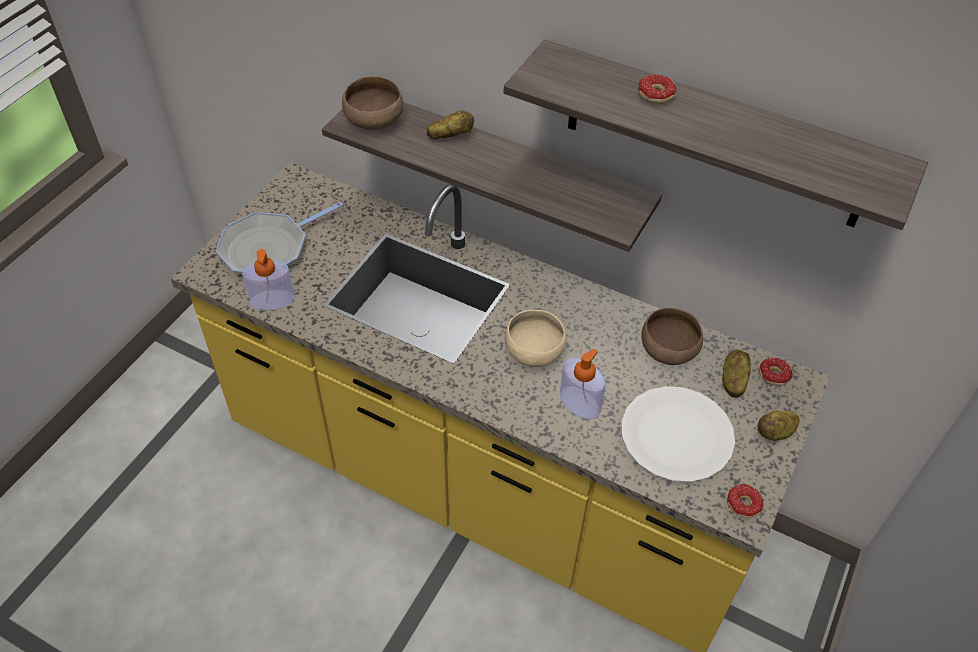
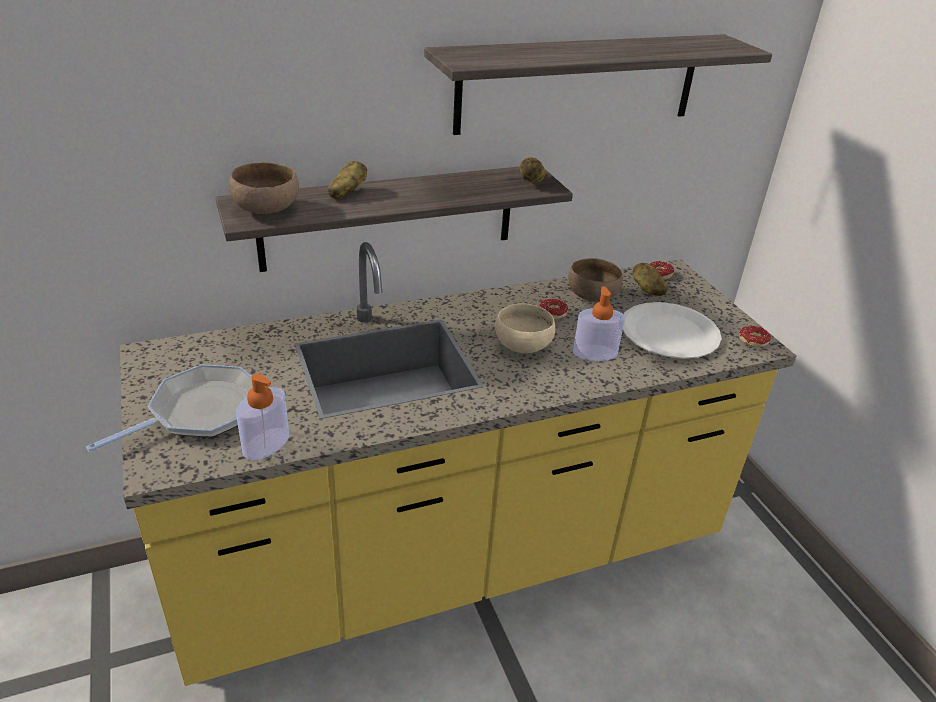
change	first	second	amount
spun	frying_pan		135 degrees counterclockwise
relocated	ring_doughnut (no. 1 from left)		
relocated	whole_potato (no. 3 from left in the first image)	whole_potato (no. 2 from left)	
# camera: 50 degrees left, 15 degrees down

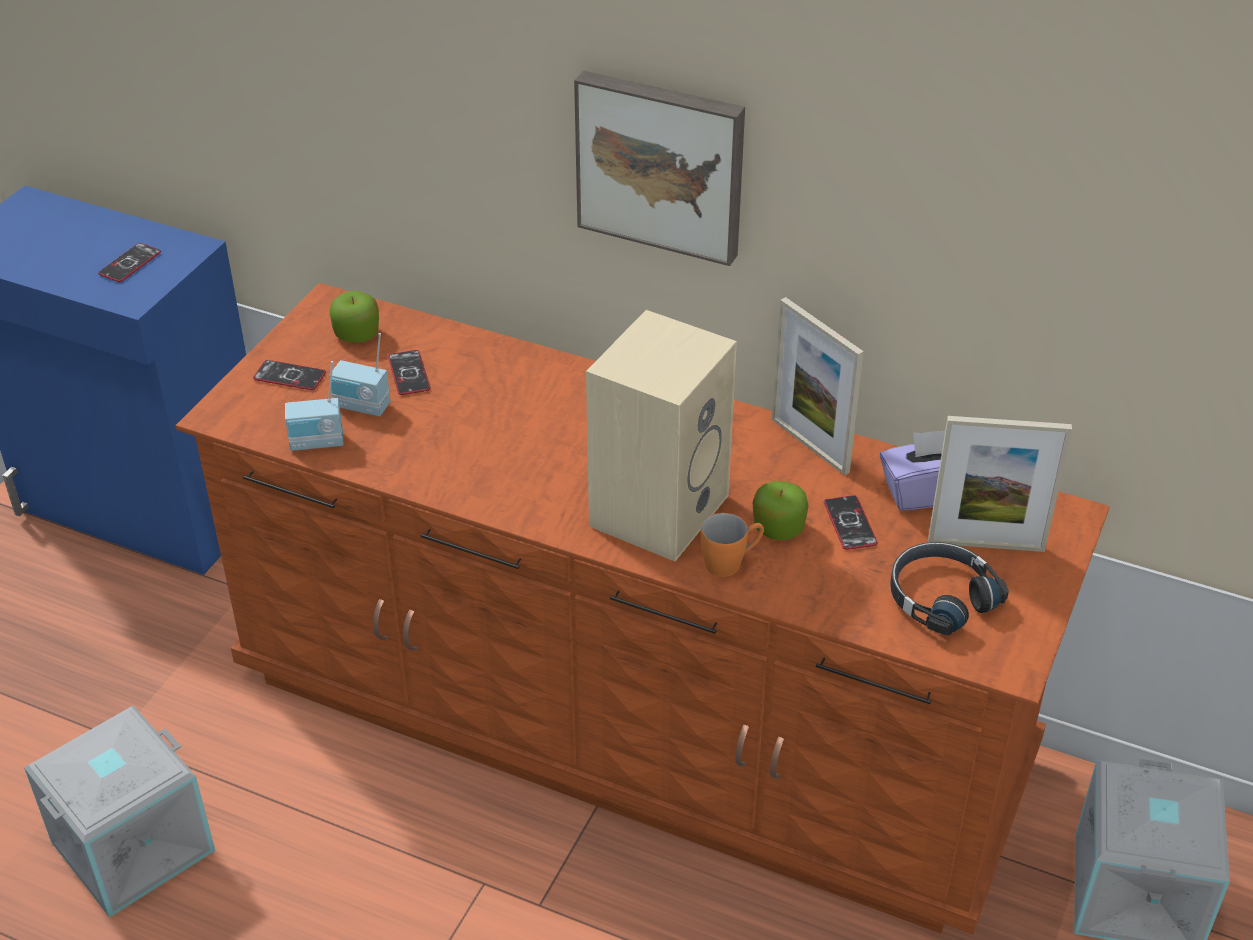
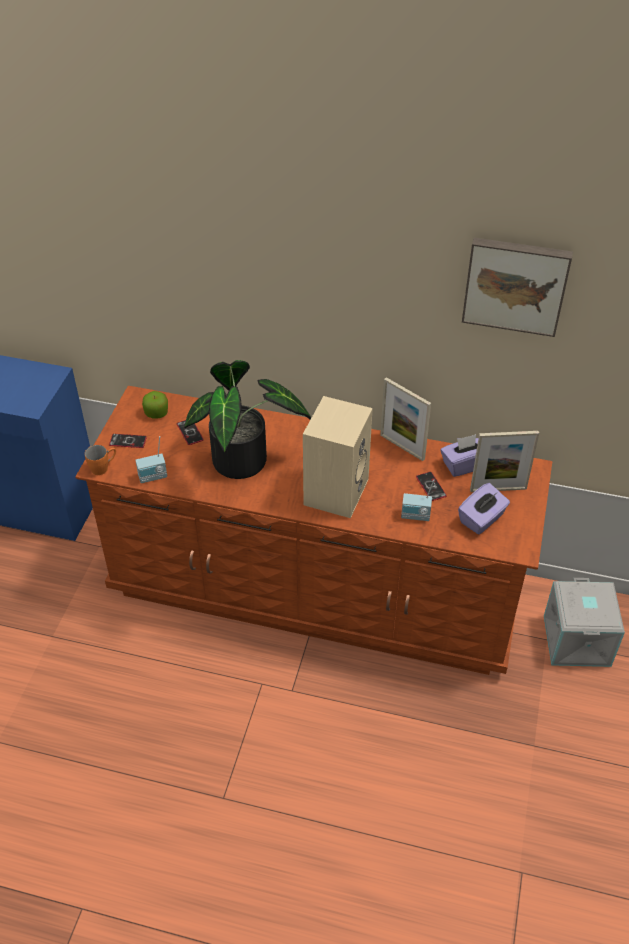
change	first	second	amount
missing	grey_storage_bin (no. 1 from left)		
missing	phone (no. 1 from left)		
relocated	radio_receiver (no. 2 from left)		
relocated	picture		
relocated	orangey_tea_mug		
missing	apple_fruit (no. 2 from left)		
exchanged	black_pair_of_headphones	purple_box_of_tissues (no. 2 from left)	
appeared		potted_plant	
# camera: 10 degrees left, 5 degrees up

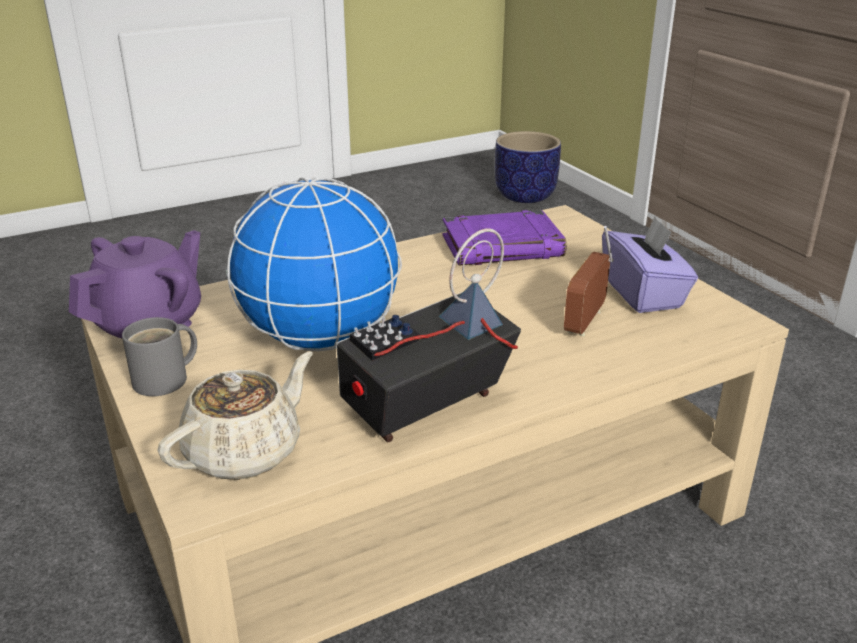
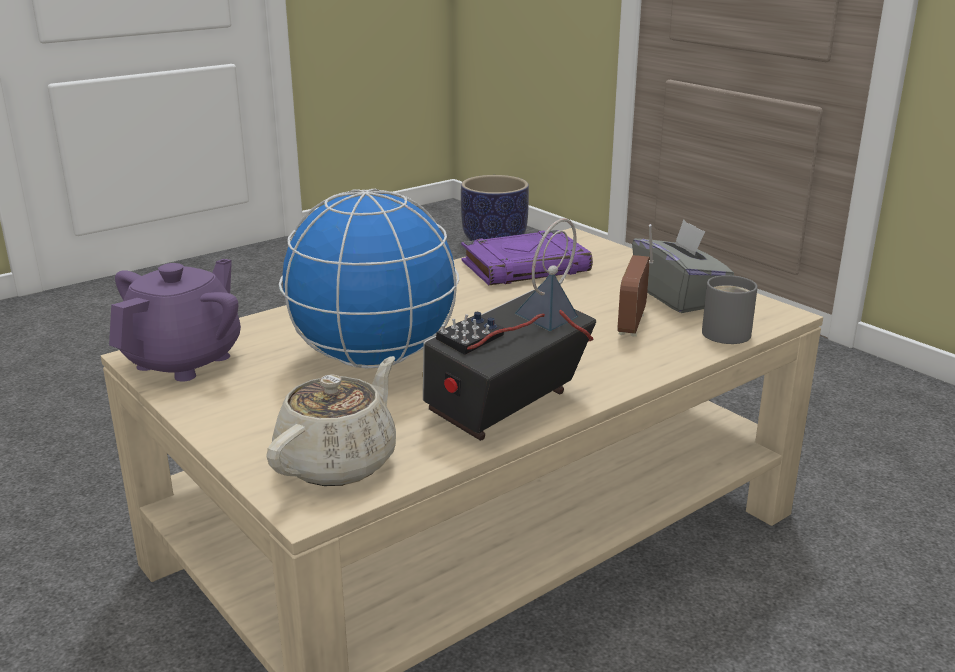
change	first	second	amount
relocated	grey_tea_mug		
colour	purple_box_of_tissues	grey_box_of_tissues	
# camera: 10 degrees left, 5 degrees down

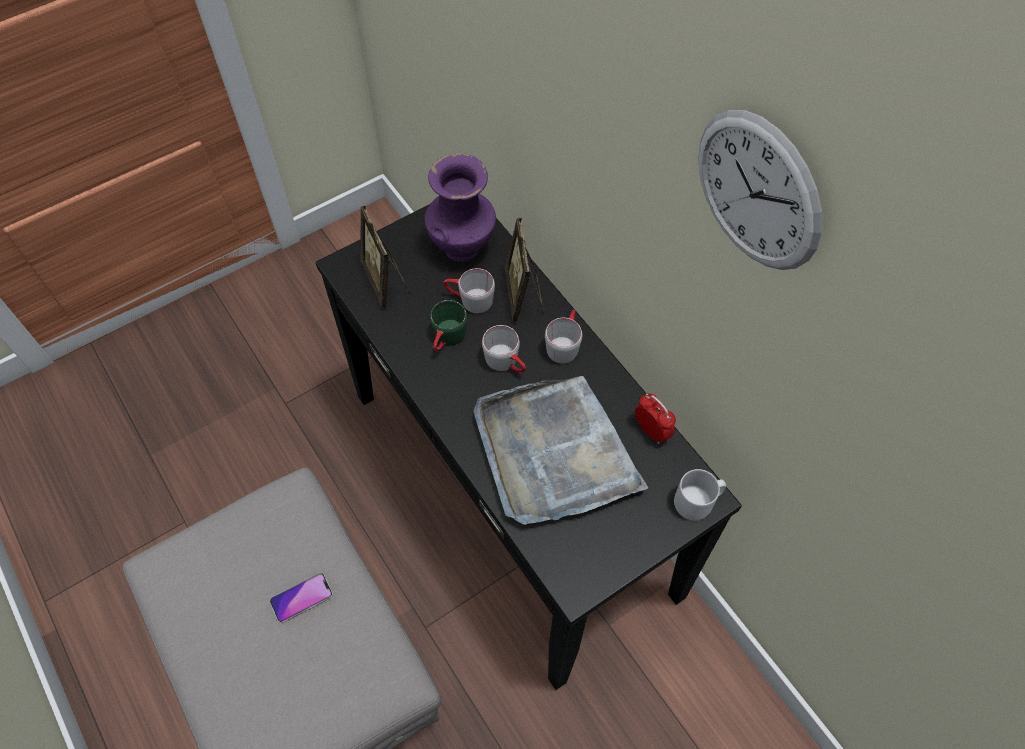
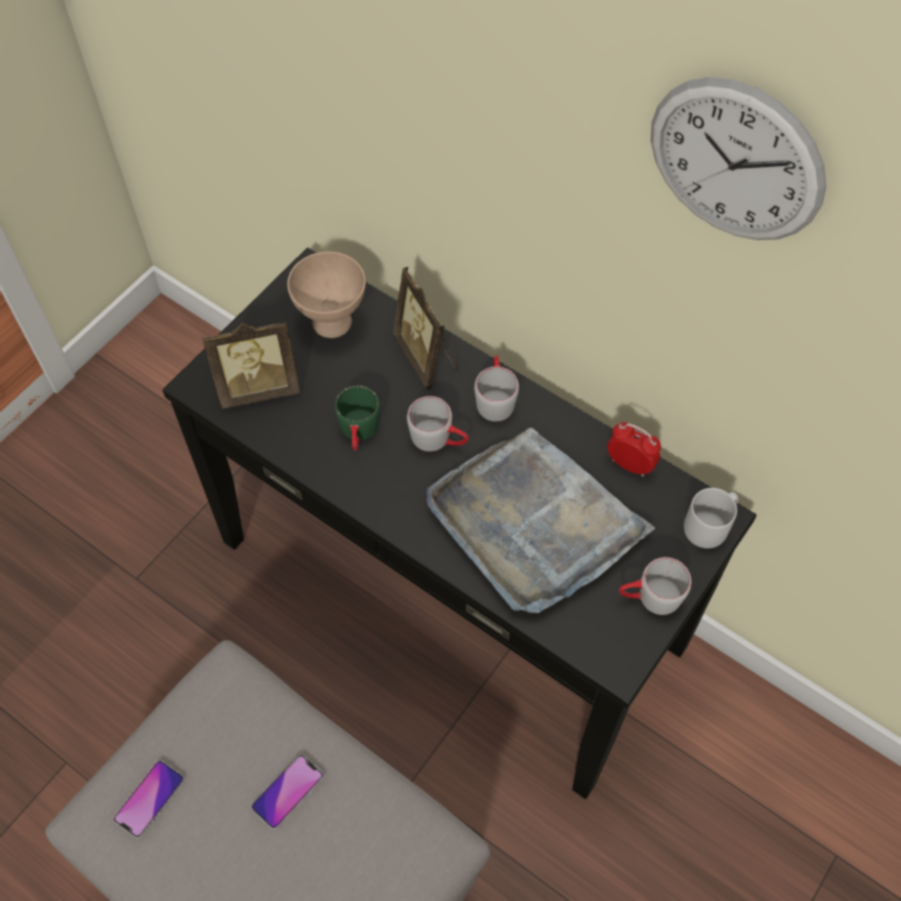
change	first	second	amount
spun	picture_frame (no. 1 from left)		60 degrees counterclockwise
exchanged	purple_vase	sand-coloured_deep_dish	
relocated	grey_tea_mug (no. 1 from left in the first image)	grey_tea_mug (no. 3 from left)	
appeared		phone (no. 1 from left)	
# camera: 20 degrees left, 0 degrees up

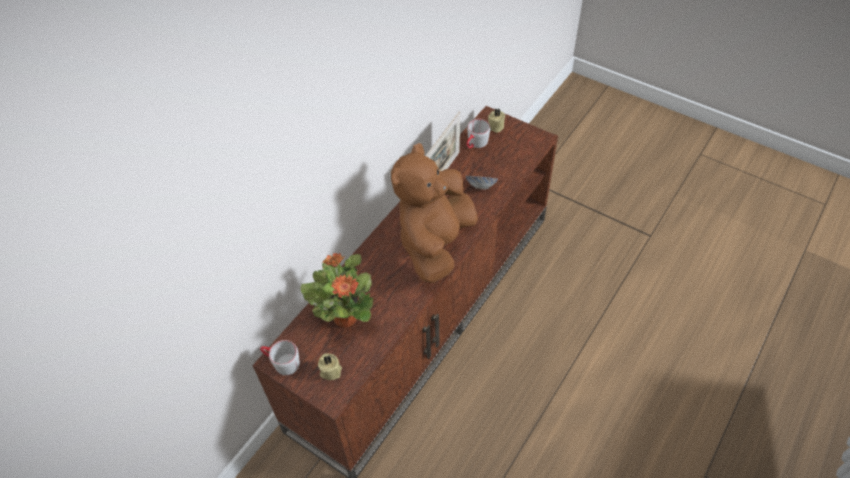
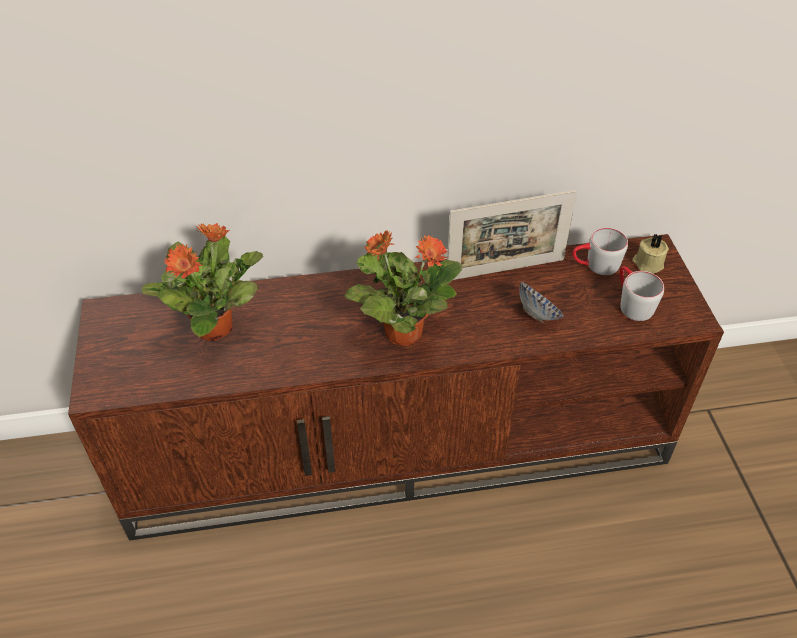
change	first	second	amount
relocated	grey_tea_mug (no. 1 from left in the first image)	grey_tea_mug (no. 2 from left)	
missing	sand-coloured_wax_candle (no. 1 from left)		
exchanged	brown-coloured_soft_toy	potted_plant (no. 2 from left)	
# camera: 45 degrees right, 5 degrees down

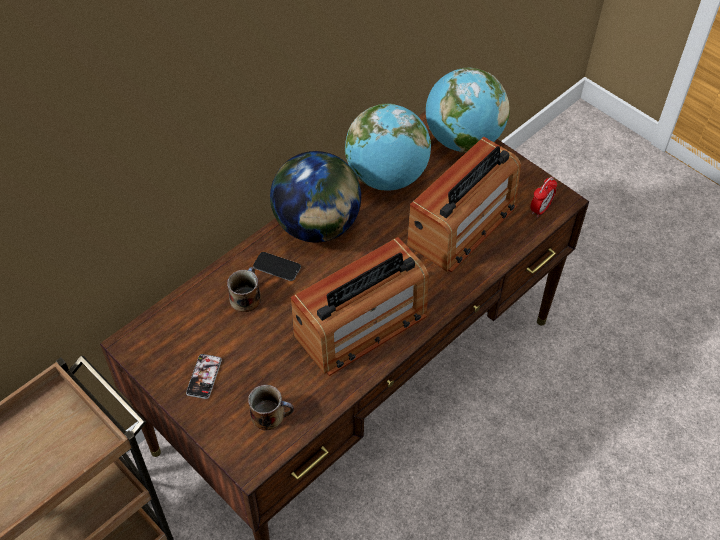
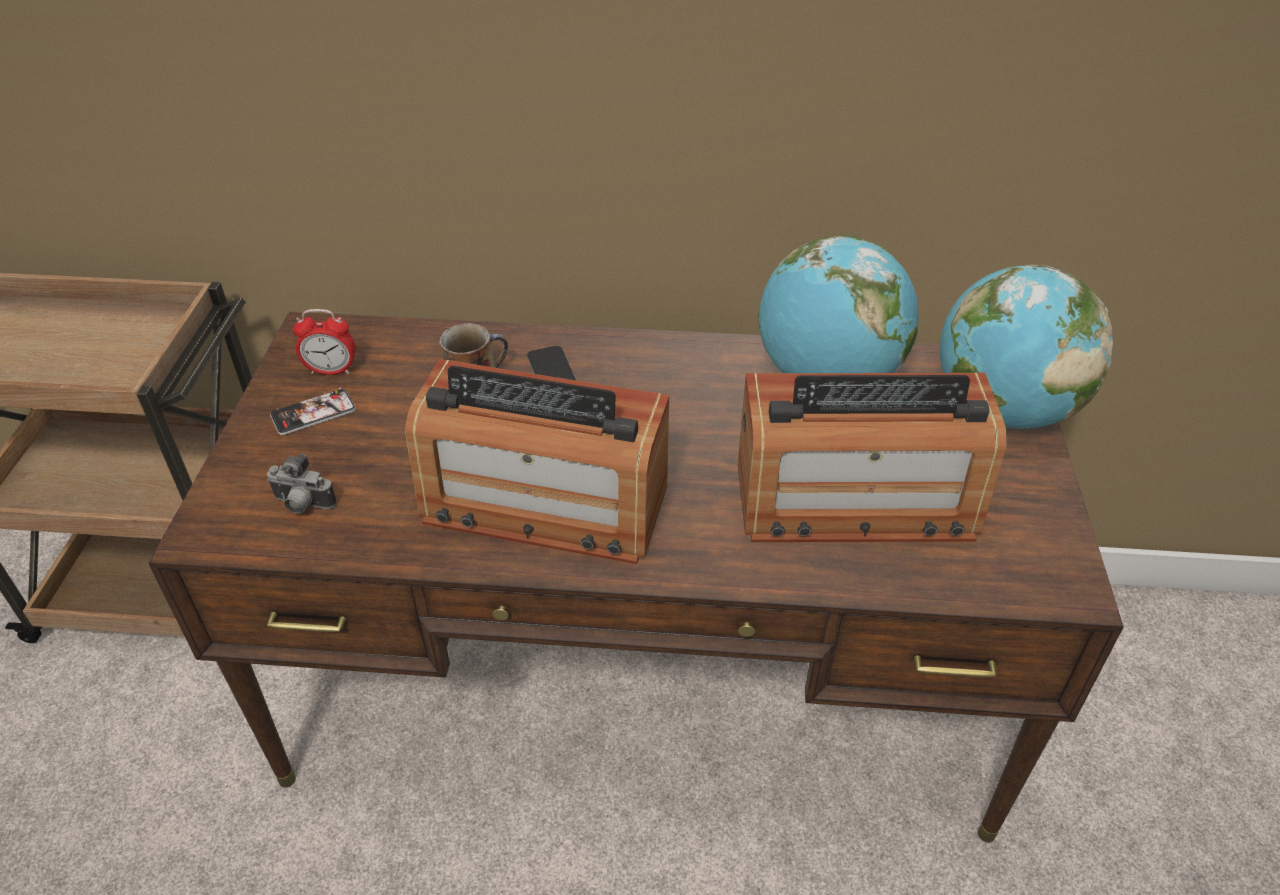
change	first	second	amount
exchanged	tea_mug (no. 2 from left)	photo_camera	
missing	world_globe (no. 1 from left)		
relocated	table_clock		
# camera: 50 degrees right, 10 degrees down

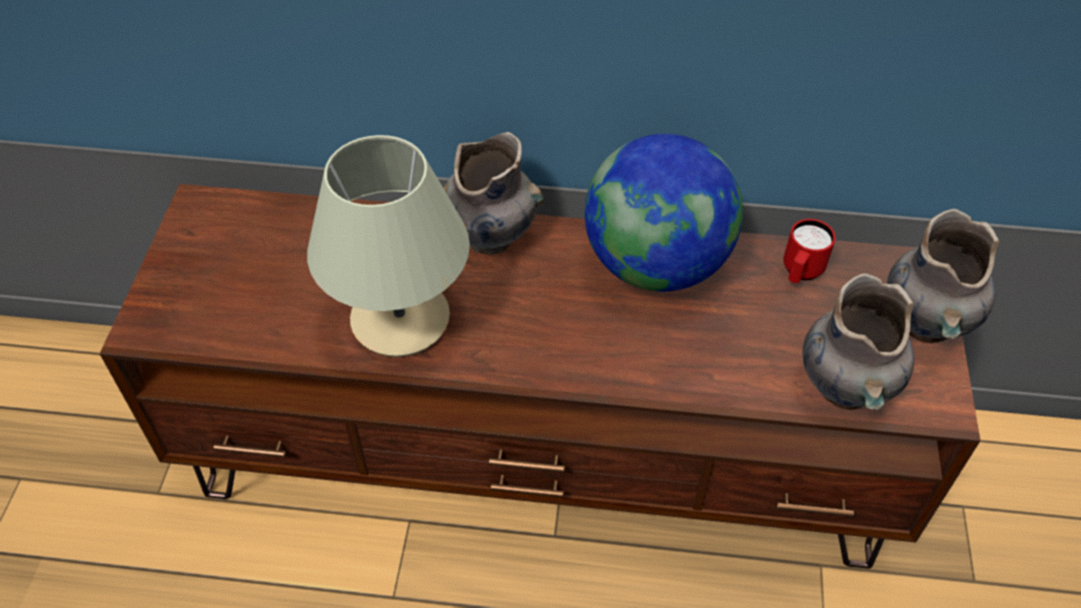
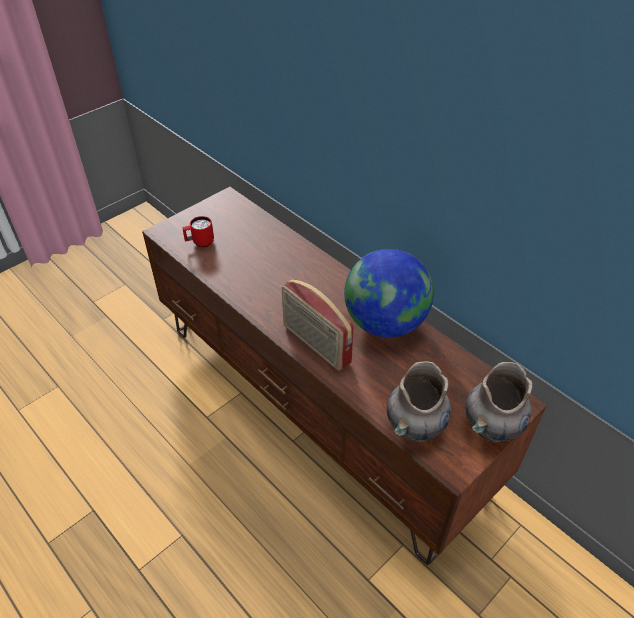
change	first	second	amount
missing	sand-coloured_table_lamp		
missing	grey_vase (no. 1 from left)		
relocated	red-coloured_tea_mug		
appeared		radio_receiver	
# camera: 40 degrees right, 5 degrees down

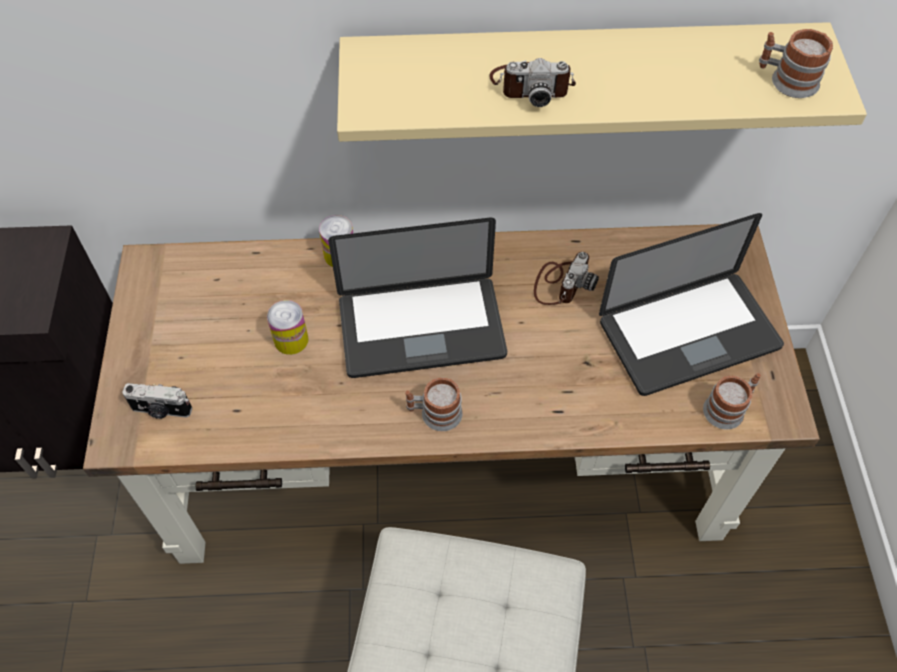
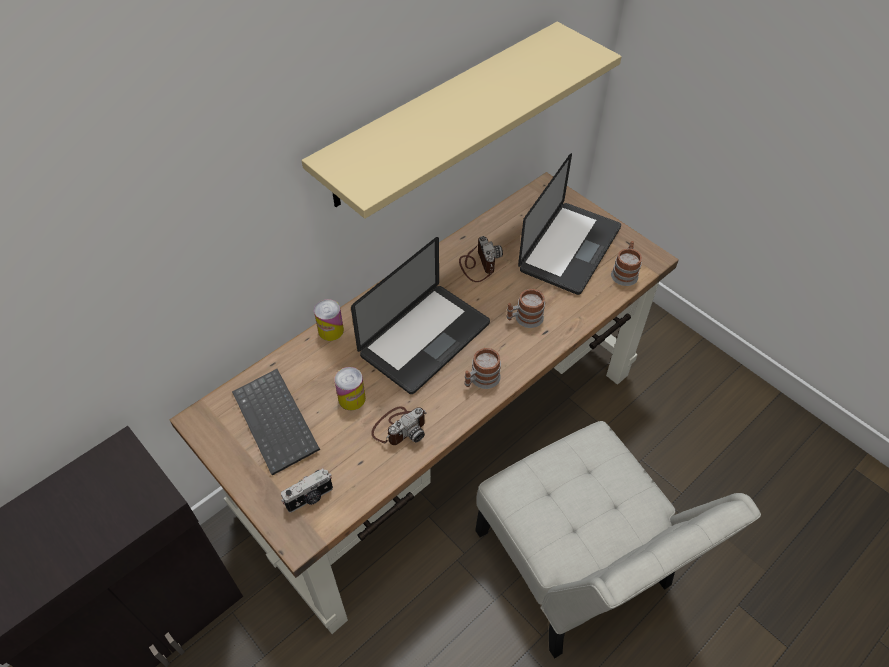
change	first	second	amount
relocated	photo_camera (no. 2 from left)		
relocated	tea_mug (no. 3 from left in the first image)	tea_mug (no. 2 from left)	
appeared		PC_keyboard	
# camera: 40 degrees left, 5 degrees down

